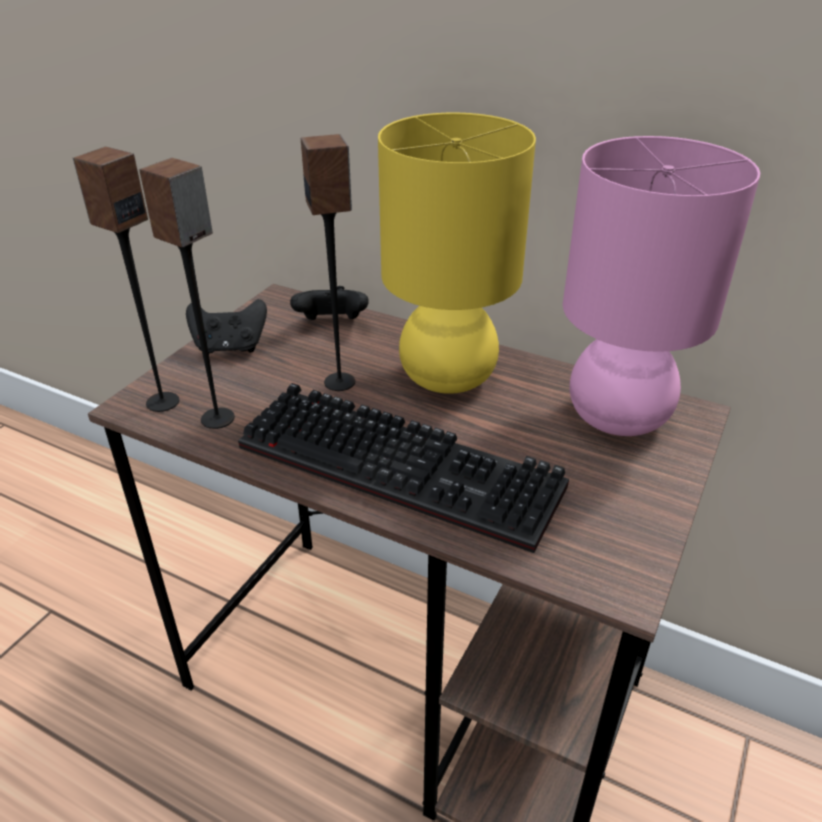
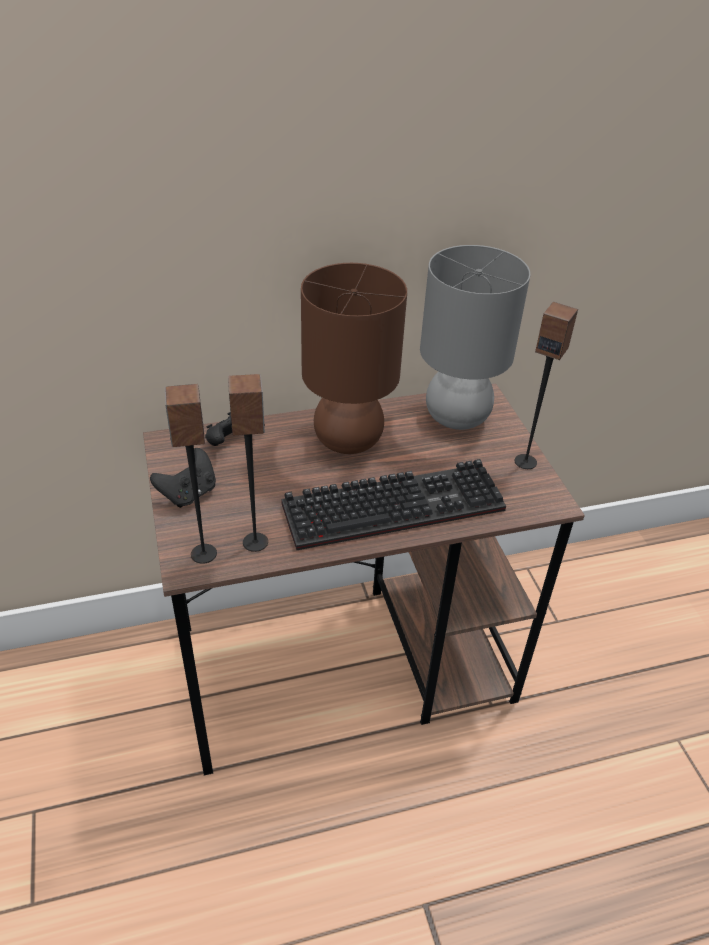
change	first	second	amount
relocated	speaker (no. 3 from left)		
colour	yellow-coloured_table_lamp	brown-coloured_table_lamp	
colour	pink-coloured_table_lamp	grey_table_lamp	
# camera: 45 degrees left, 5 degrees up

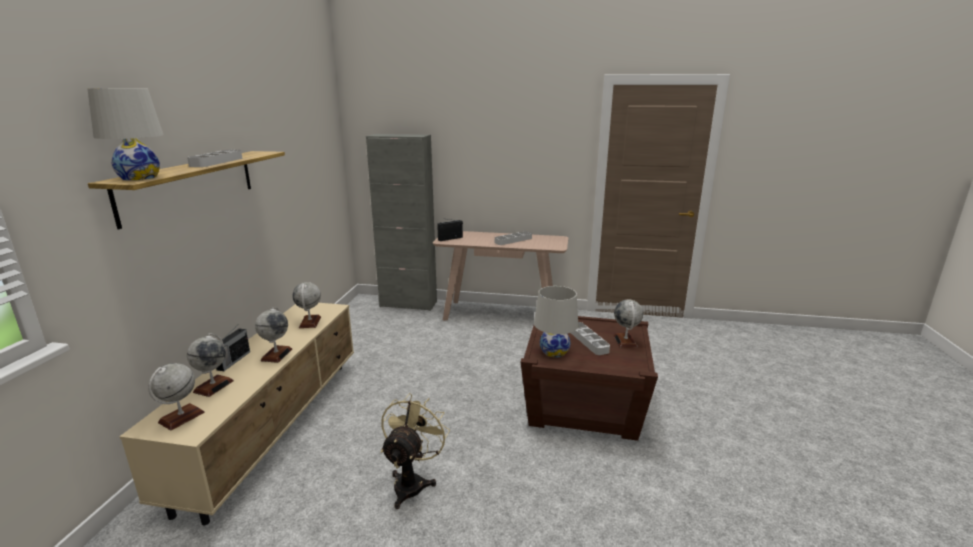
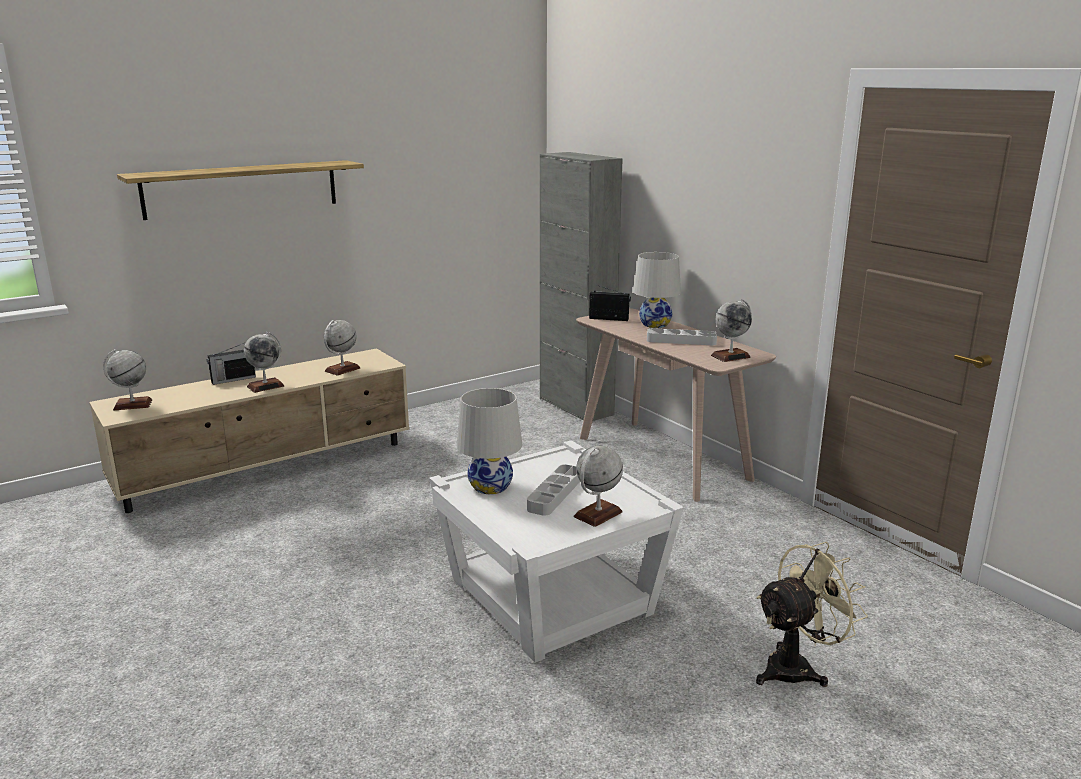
change	first	second	amount
relocated	white-coloured_table_lamp (no. 1 from left in the first image)	white-coloured_table_lamp (no. 2 from left)	
missing	grey_carrying_tray (no. 1 from left)		
relocated	world_globe (no. 2 from left in the first image)	world_globe (no. 5 from left)	
relocated	sand-coloured_fan		
colour	brown-coloured_accent_table	white-coloured_accent_table	
# camera: 45 degrees right, 0 degrees up

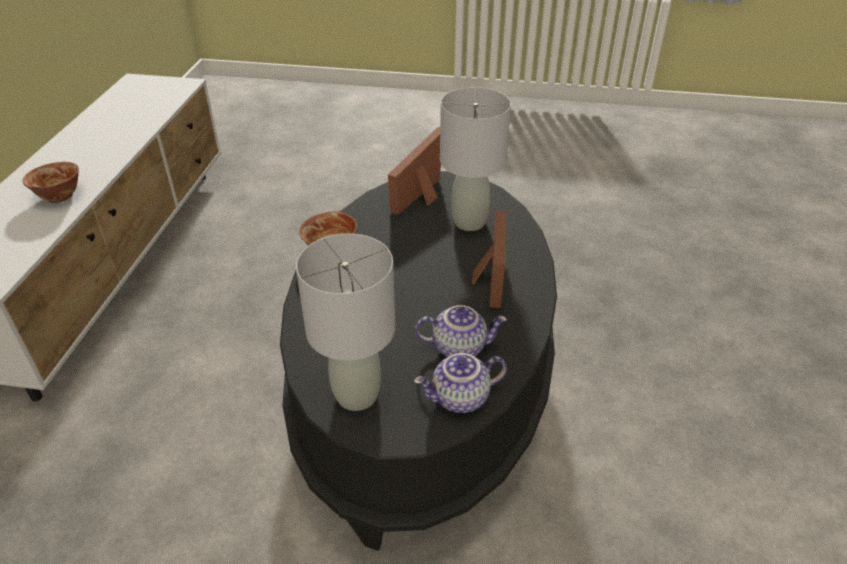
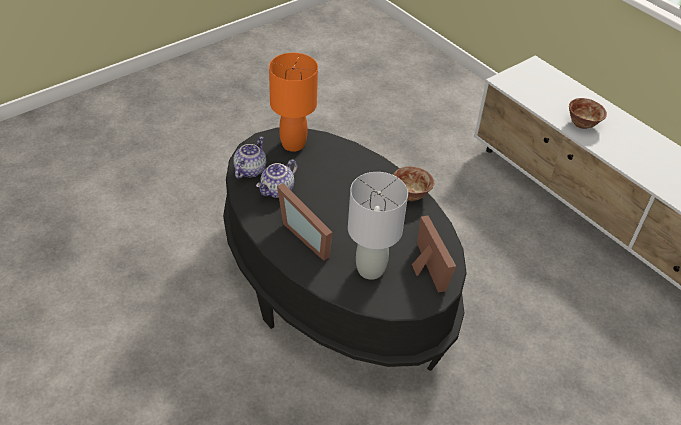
change	first	second	amount
colour	grey_table_lamp (no. 1 from left)	orangey_table_lamp	
# camera: 130 degrees right, 5 degrees up

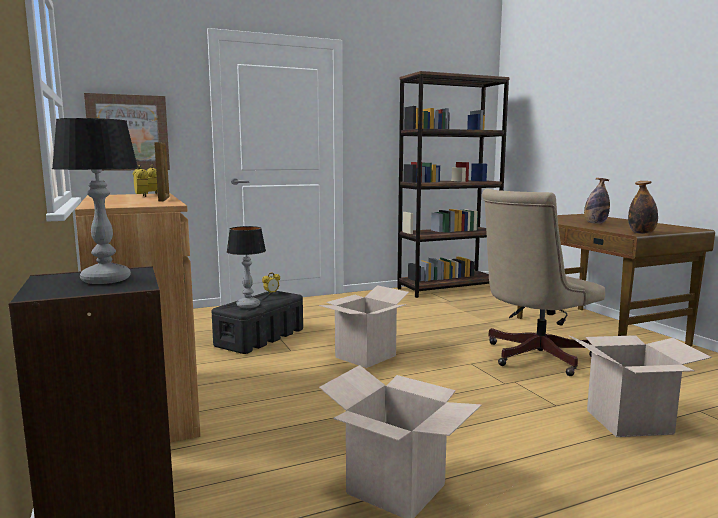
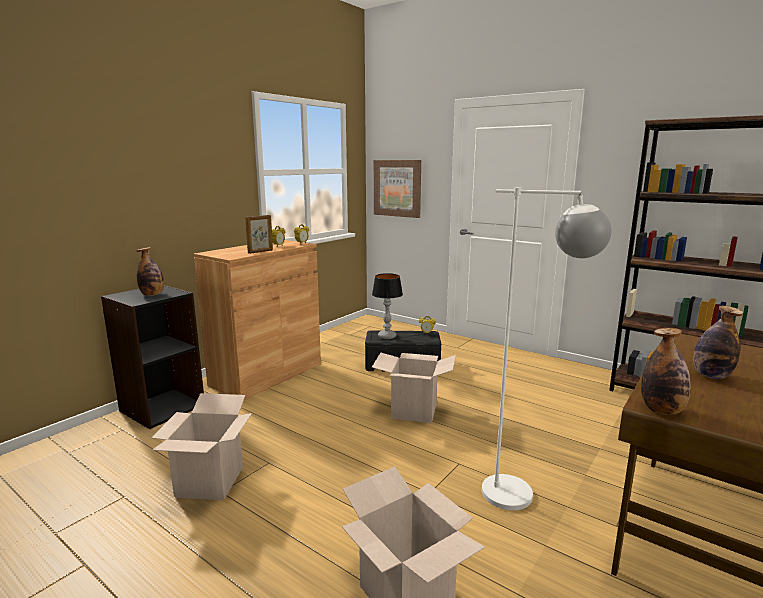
change	first	second	amount
exchanged	table_lamp (no. 1 from left)	drink_bottle (no. 1 from left)	
exchanged	sand-coloured_computer_chair	white-coloured_standing_lamp	
# camera: 60 degrees right, 5 degrees up

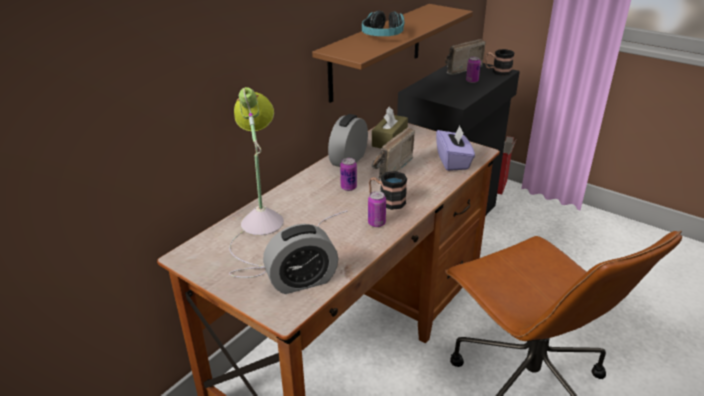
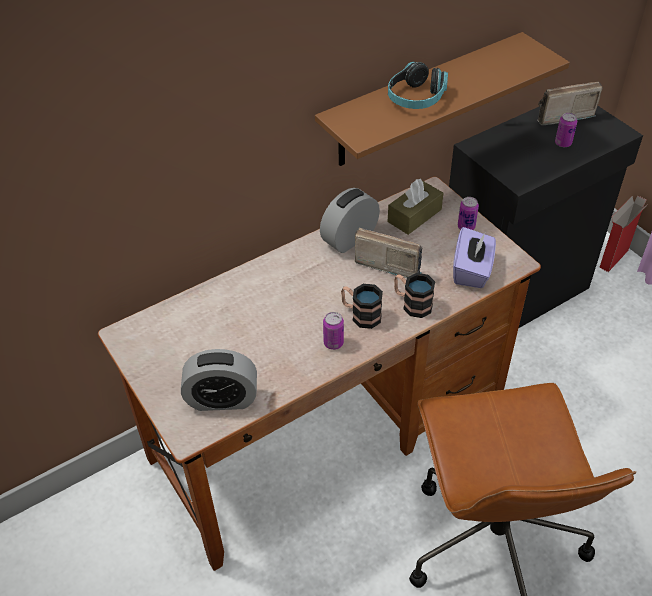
change	first	second	amount
missing	table_lamp		
relocated	can (no. 1 from left in the first image)	can (no. 2 from left)	
spun	radio_receiver (no. 1 from left)		60 degrees clockwise
relocated	tea_mug (no. 2 from left)		
# camera: 20 degrees right, 15 degrees up

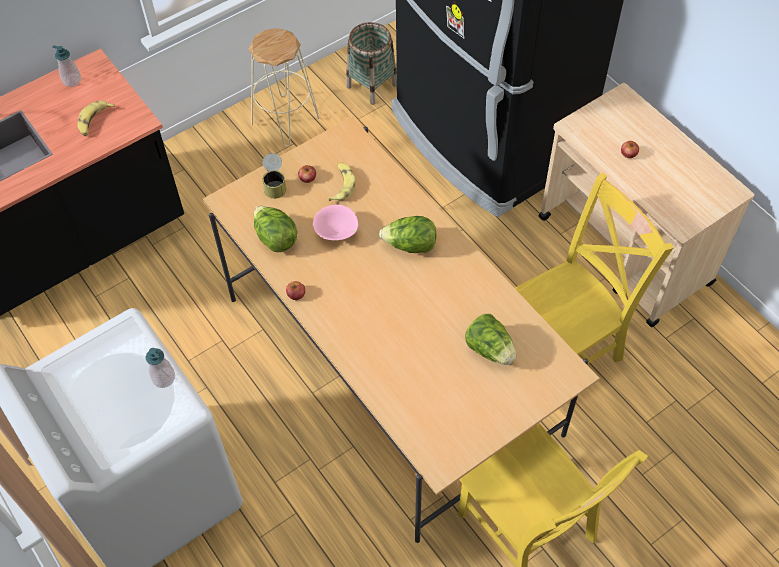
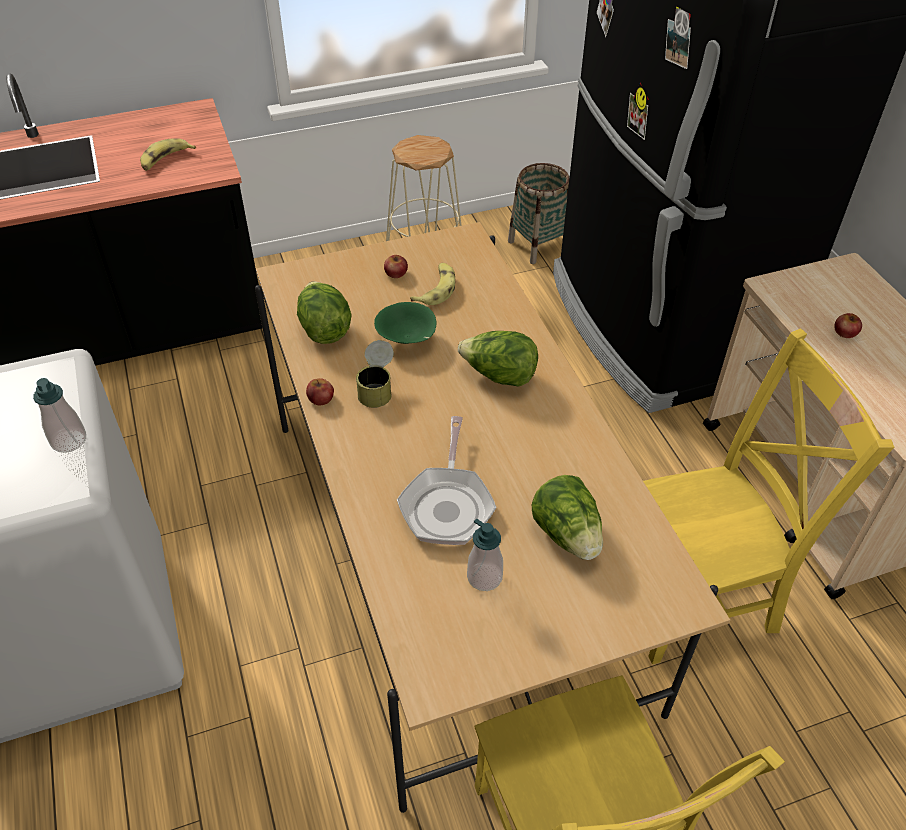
change	first	second	amount
relocated	soap_dispenser (no. 1 from left in the first image)	soap_dispenser (no. 2 from left)	
relocated	can		
colour	pink-coloured_deep_dish	green-coloured_deep_dish	
appeared		frying_pan	
# camera: 15 degrees right, 10 degrees down

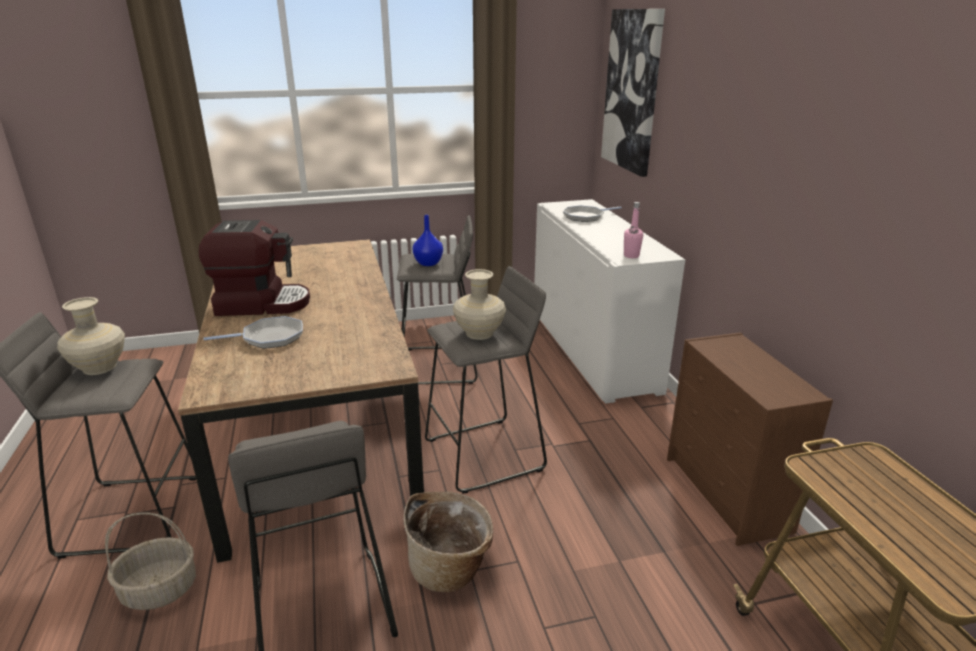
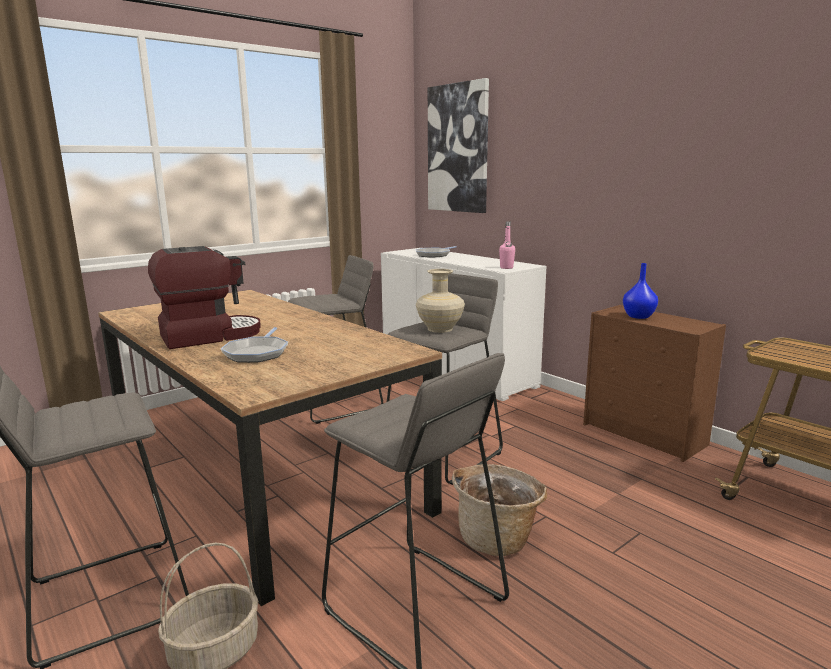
change	first	second	amount
missing	sand-coloured_vase (no. 1 from left)		
spun	frying_pan (no. 1 from left)		135 degrees clockwise
relocated	bluish_vase		
# camera: 25 degrees left, 10 degrees down

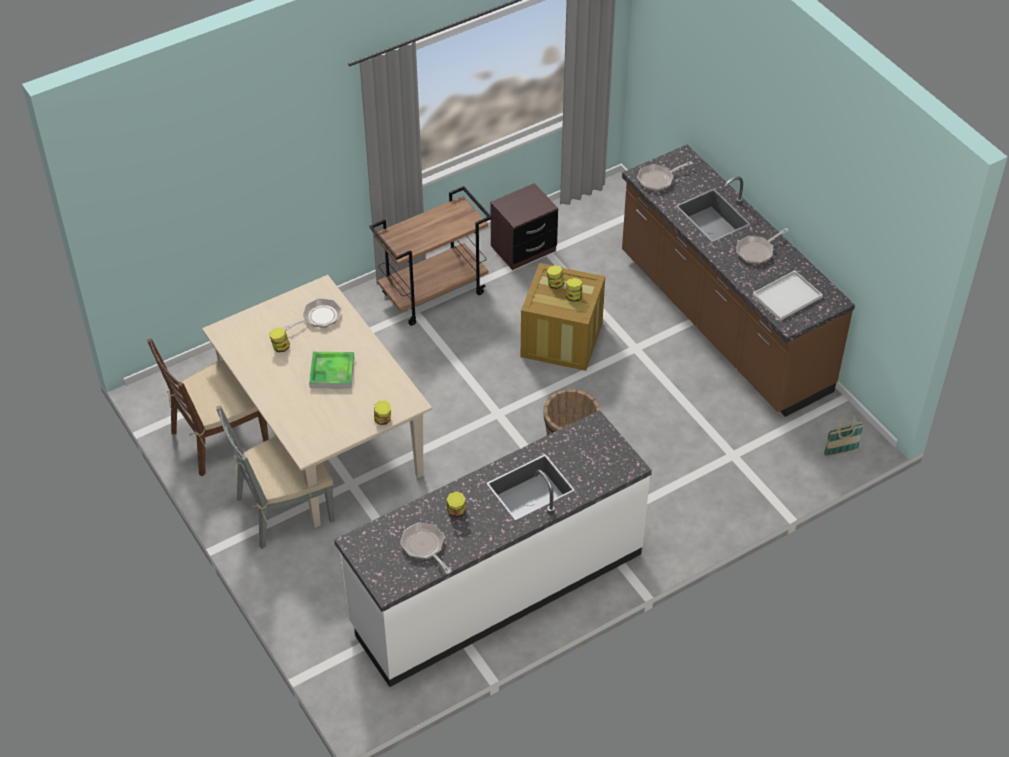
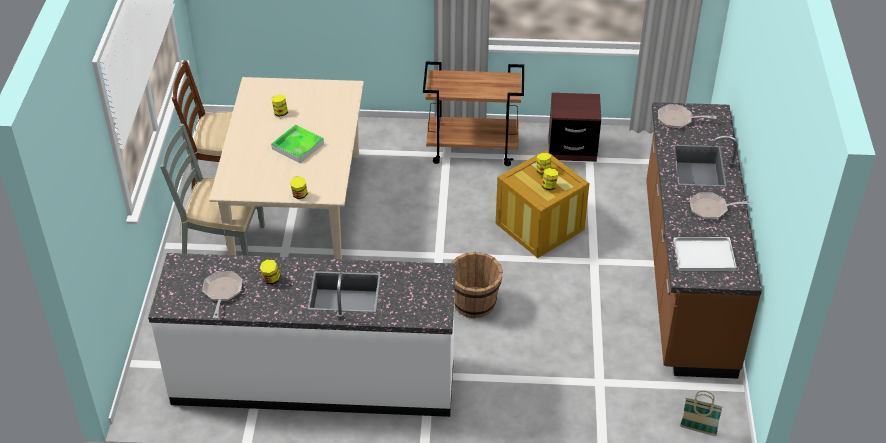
change	first	second	amount
missing	frying_pan (no. 1 from left)		
# camera: 35 degrees right, 5 degrees down

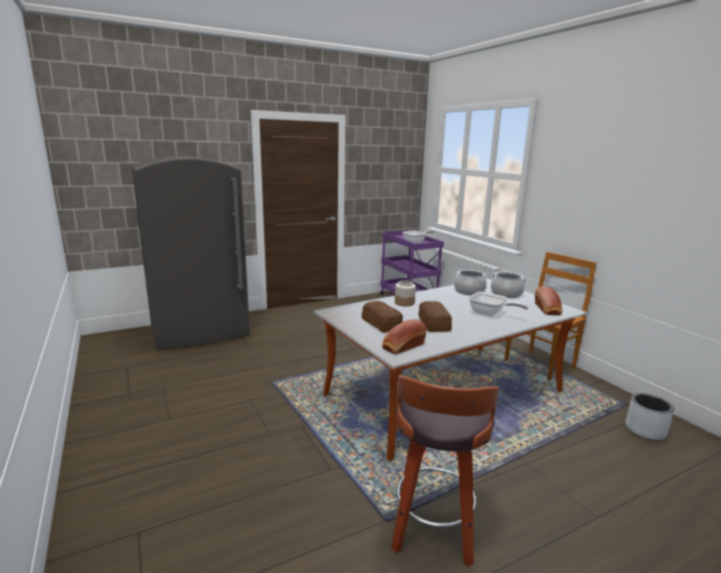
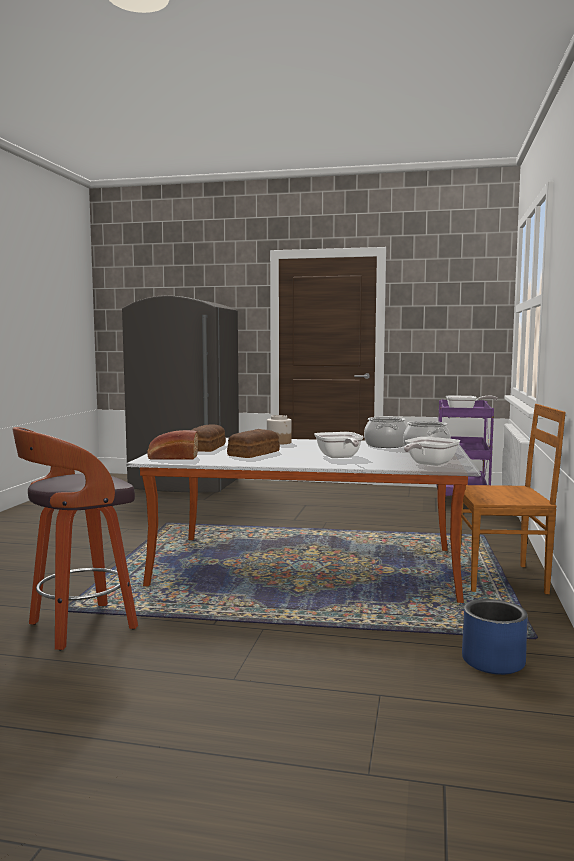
change	first	second	amount
exchanged	bread (no. 4 from left)	frying_pan (no. 2 from left)	
colour	grey_flower_pot	bluish_flower_pot	
# camera: 40 degrees right, 10 degrees down

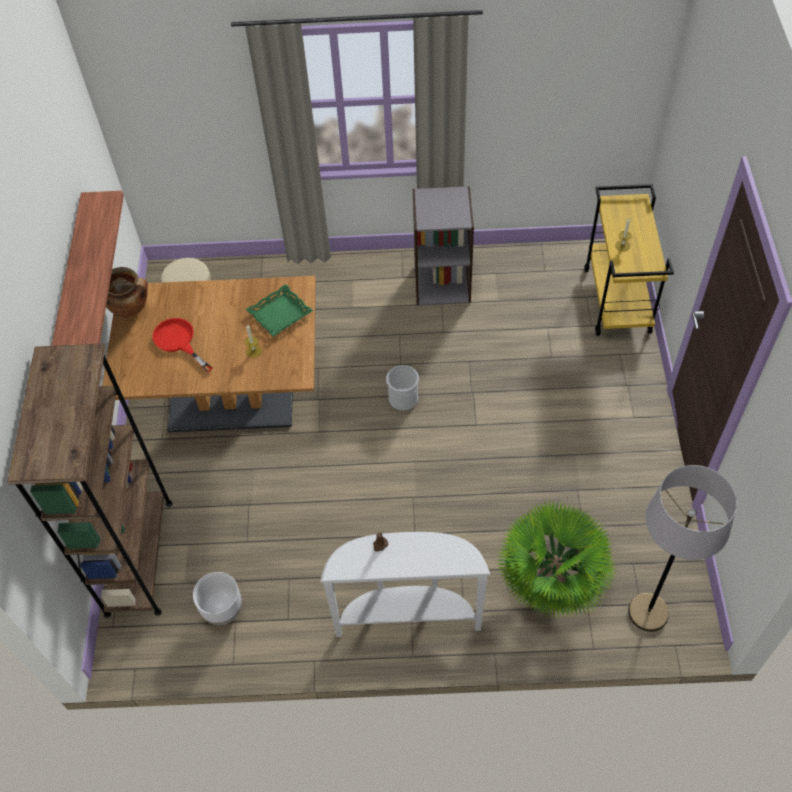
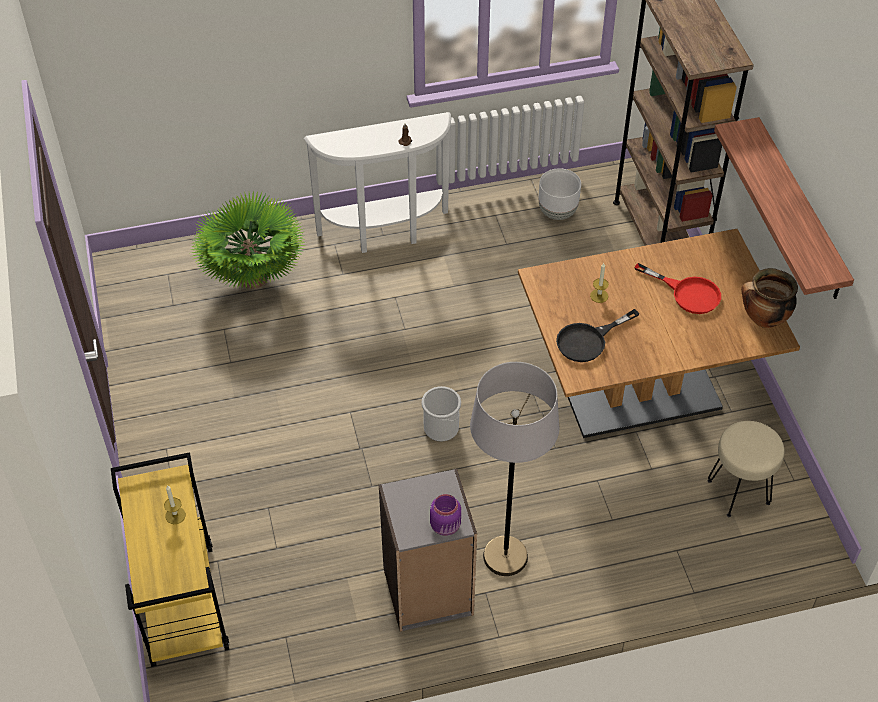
change	first	second	amount
exchanged	green-coloured_carrying_tray	black_frying_pan	
relocated	grey_standing_lamp		
appeared		purple_jar	
# camera: 165 degrees right, 5 degrees down

